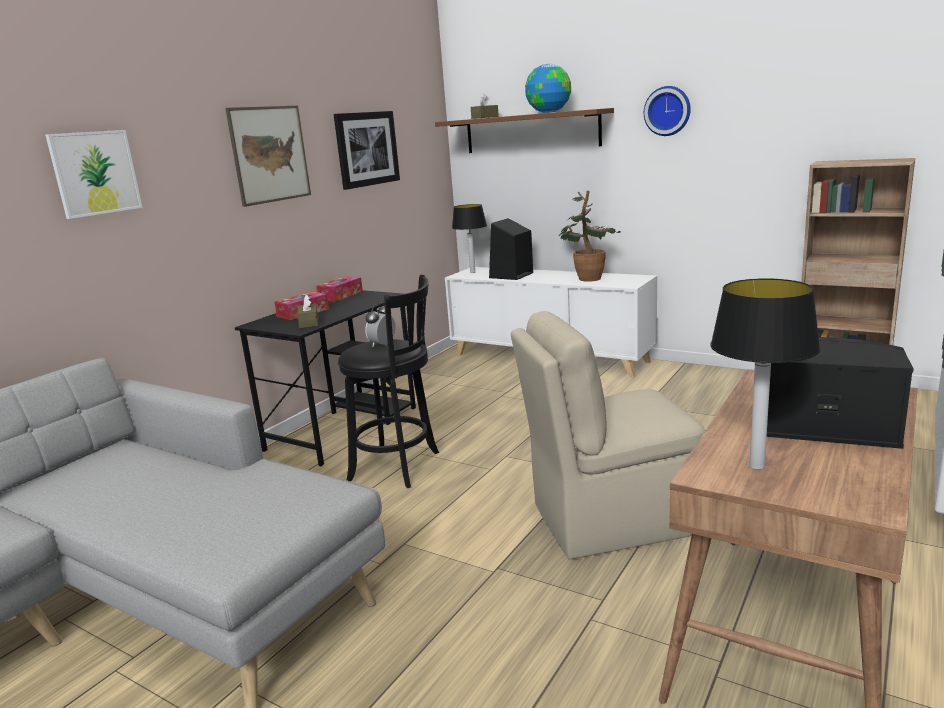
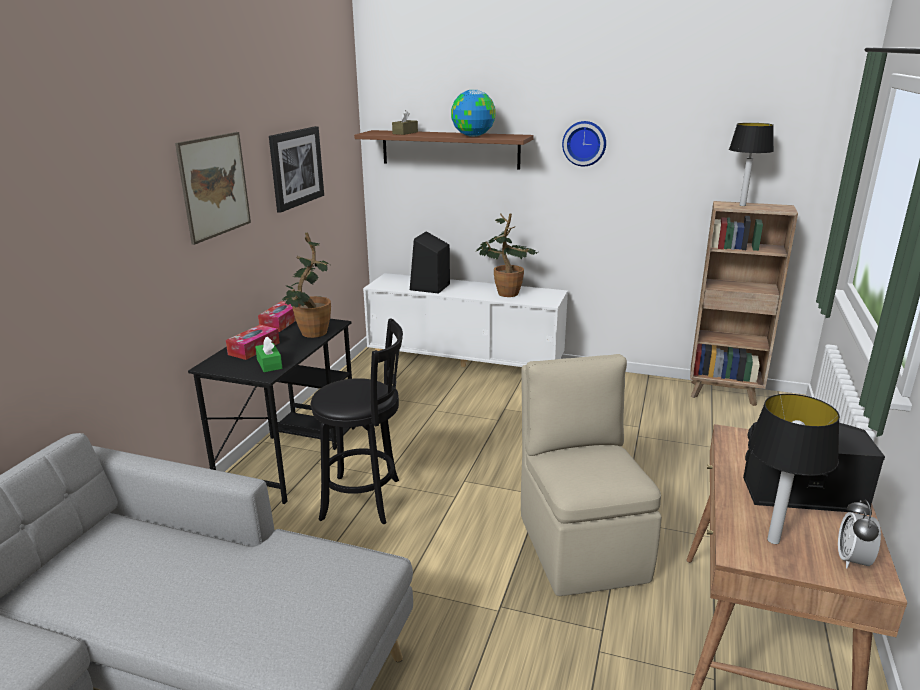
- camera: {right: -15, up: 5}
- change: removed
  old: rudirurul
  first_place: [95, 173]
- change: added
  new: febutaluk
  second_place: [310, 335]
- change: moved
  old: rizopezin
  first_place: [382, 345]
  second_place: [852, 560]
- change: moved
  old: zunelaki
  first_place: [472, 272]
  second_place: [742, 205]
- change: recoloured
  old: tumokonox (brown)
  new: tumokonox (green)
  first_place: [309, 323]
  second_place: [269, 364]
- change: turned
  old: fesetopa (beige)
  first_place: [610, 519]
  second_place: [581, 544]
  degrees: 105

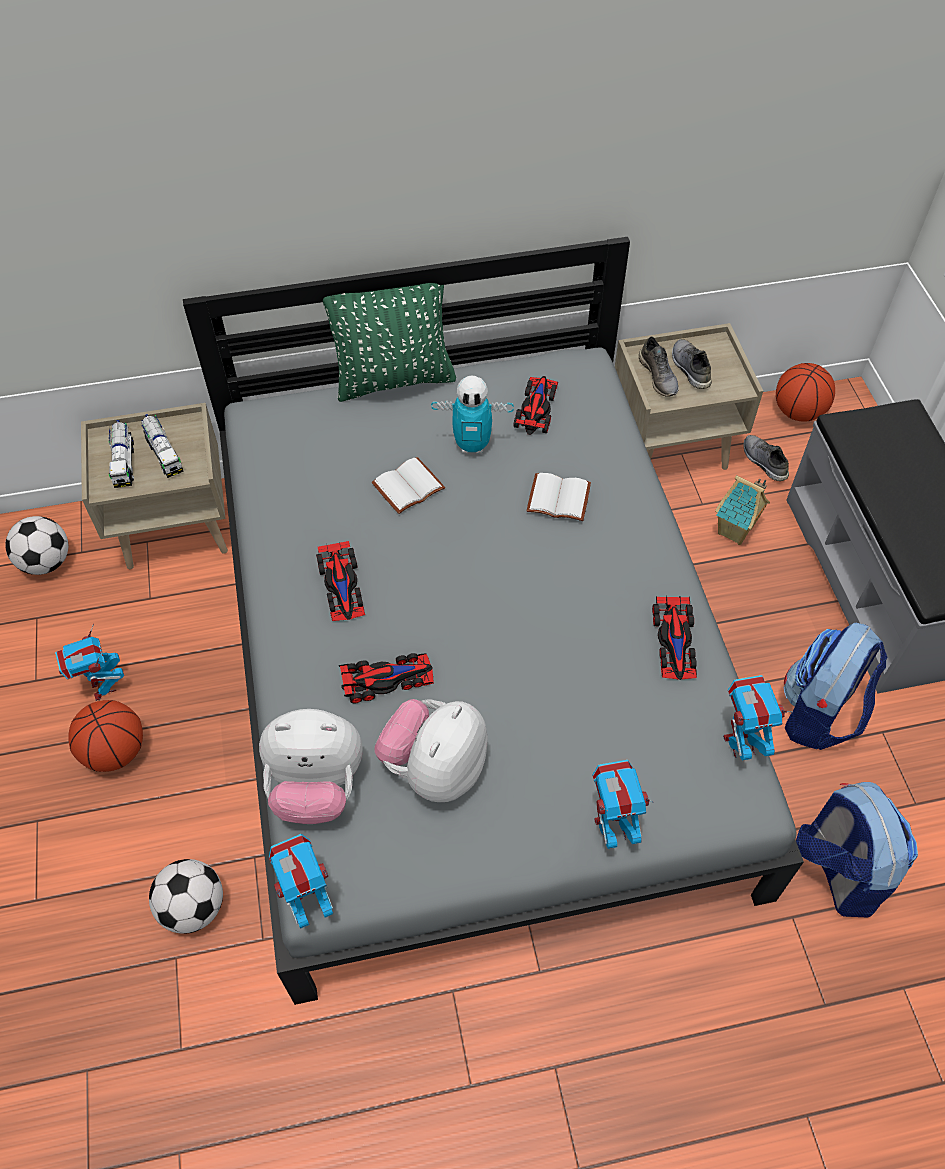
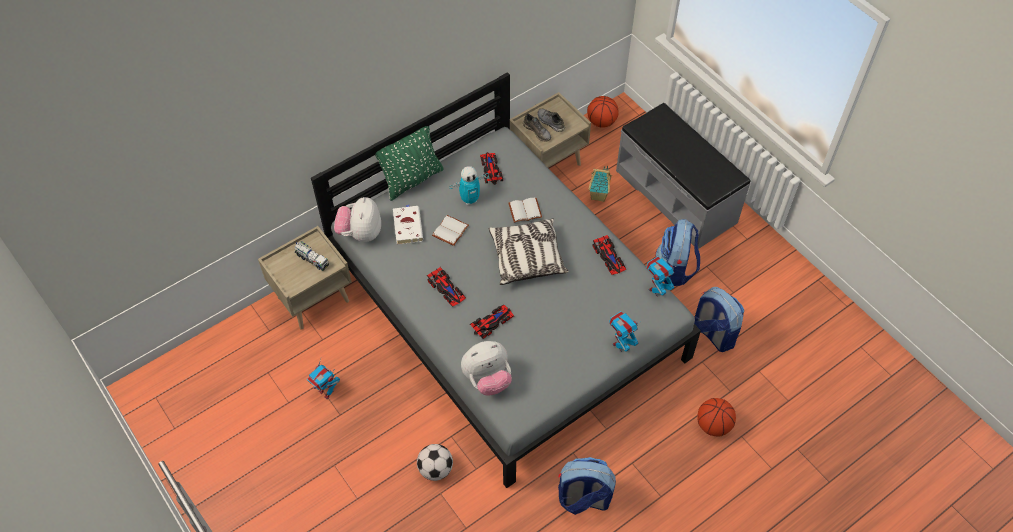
- camera: {right: -25, up: 0}
- change: removed
  old: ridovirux
  first_place: [46, 562]
- change: removed
  old: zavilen
  first_place: [124, 463]
- change: removed
  old: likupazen
  first_place: [309, 901]
- change: removed
  old: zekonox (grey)
  first_place: [763, 462]
- change: added
  new: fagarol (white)
  second_place: [407, 226]
- change: added
  new: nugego
  second_place: [527, 258]
- change: added
  new: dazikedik
  second_place: [583, 498]
- change: moved
  old: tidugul
  first_place: [115, 751]
  second_place: [713, 425]
- change: moved
  old: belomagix
  first_place: [435, 768]
  second_place: [360, 233]

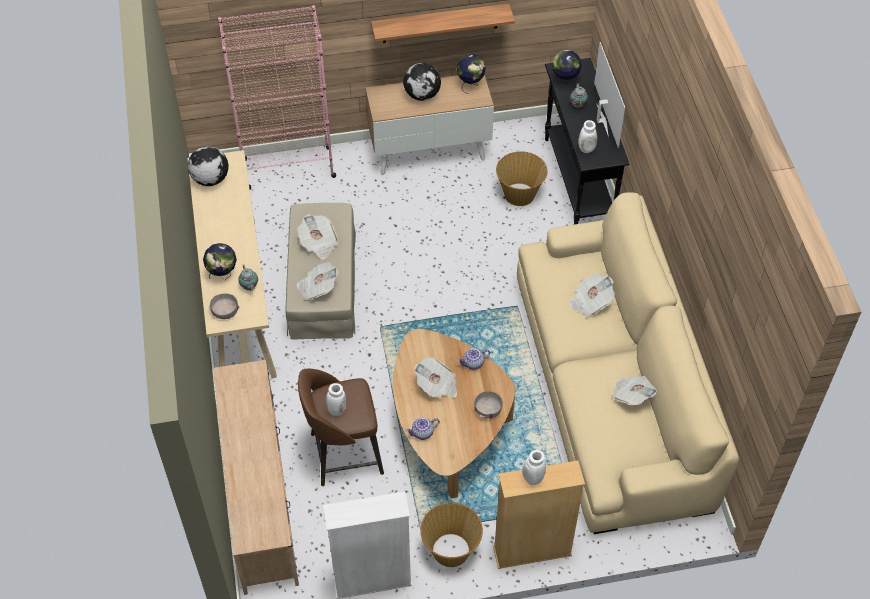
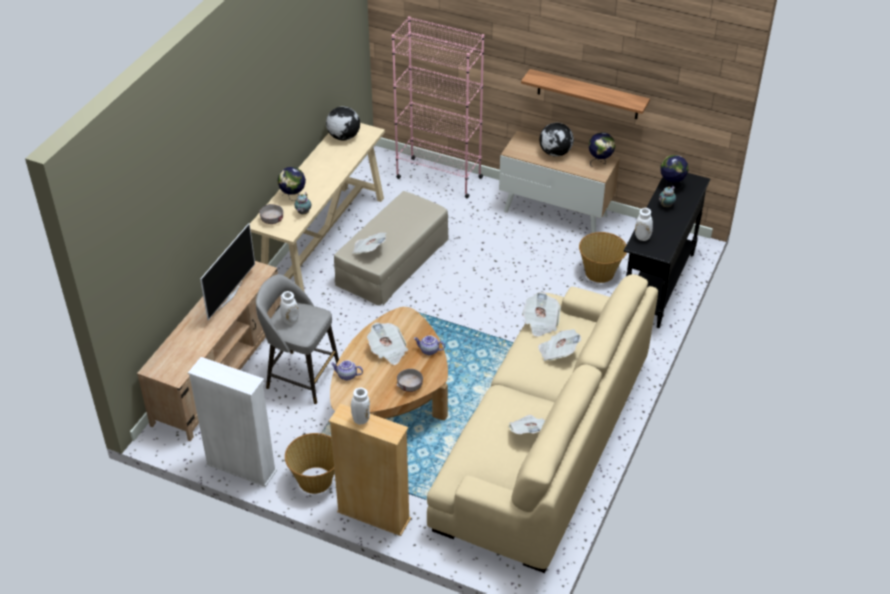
- camera: {right: 35, up: -10}
- change: moved
  old: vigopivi
  first_place: [319, 243]
  second_place: [540, 322]
- change: moved
  old: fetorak
  first_place: [601, 120]
  second_place: [229, 296]
- change: recoloured
  old: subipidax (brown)
  new: subipidax (grey)
  first_place: [344, 454]
  second_place: [301, 376]

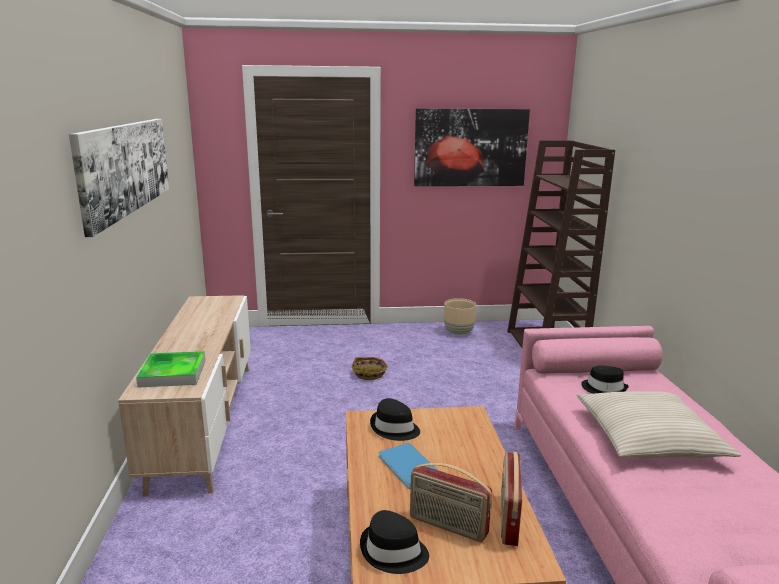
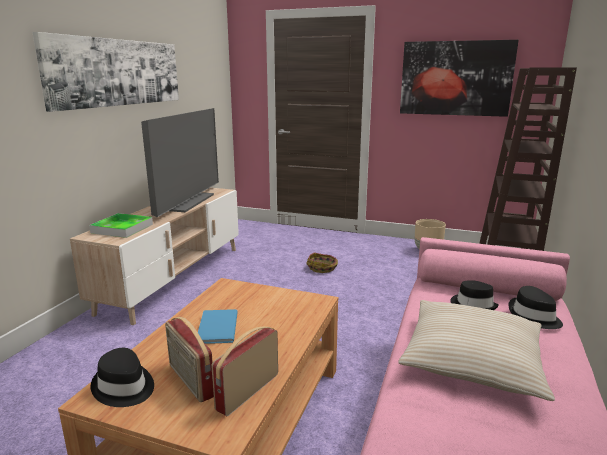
- camera: {right: 25, up: 0}
- change: added
  new: fetorak
  second_place: [185, 201]
- change: moved
  old: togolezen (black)
  first_place: [394, 429]
  second_place: [533, 316]

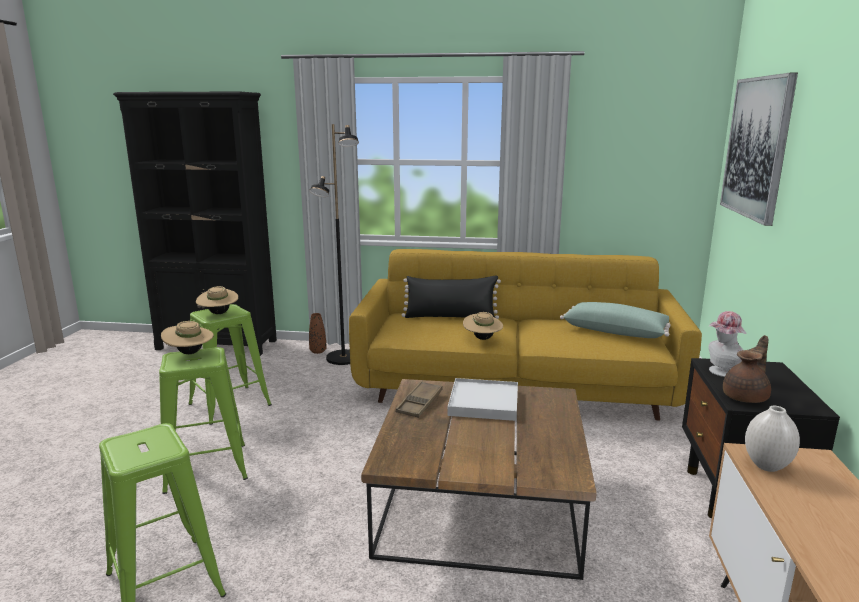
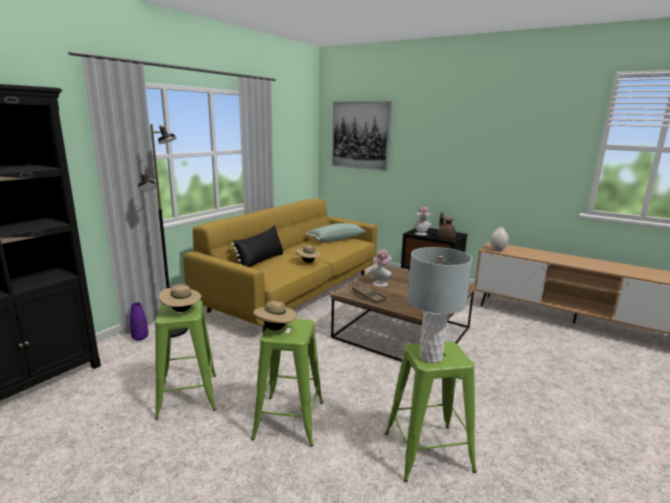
- camera: {right: -65, up: 0}
- change: added
  new: zunelaki (grey)
  second_place: [430, 356]
- change: replaced
  old: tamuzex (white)
  new: togolezen
  first_place: [483, 402]
  second_place: [381, 283]
- change: recoloured
  old: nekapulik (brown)
  new: nekapulik (purple)
  first_place: [318, 351]
  second_place: [140, 337]

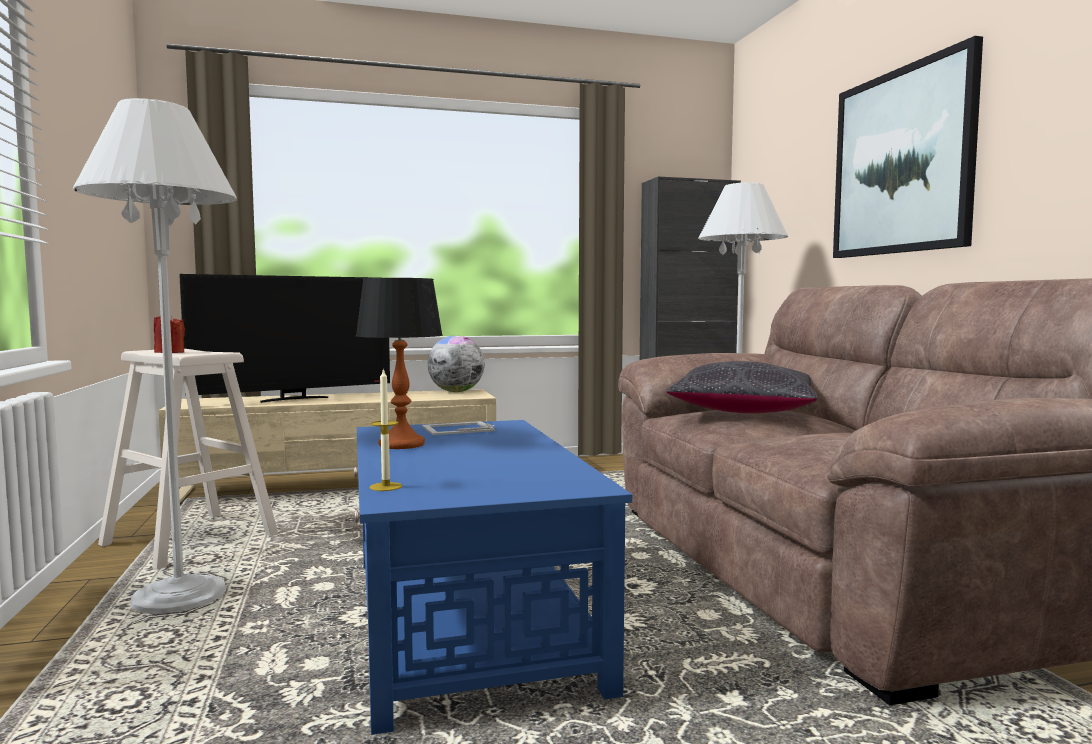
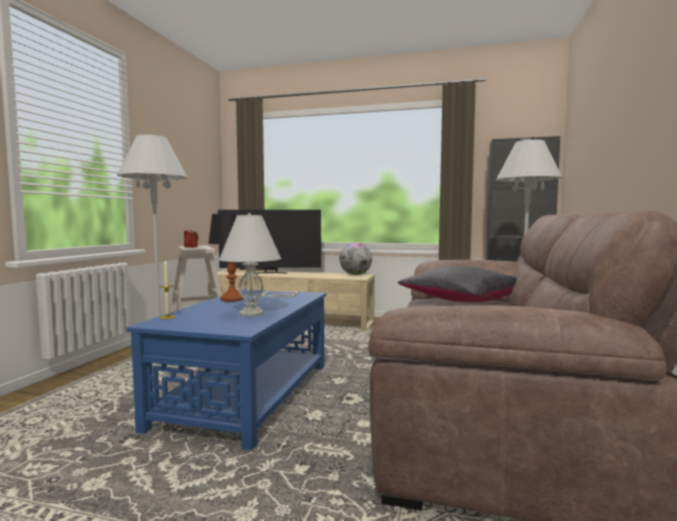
- camera: {right: 30, up: 0}
- change: removed
  old: rudirurul
  first_place: [901, 162]
- change: added
  new: zunelaki (white)
  second_place: [251, 313]

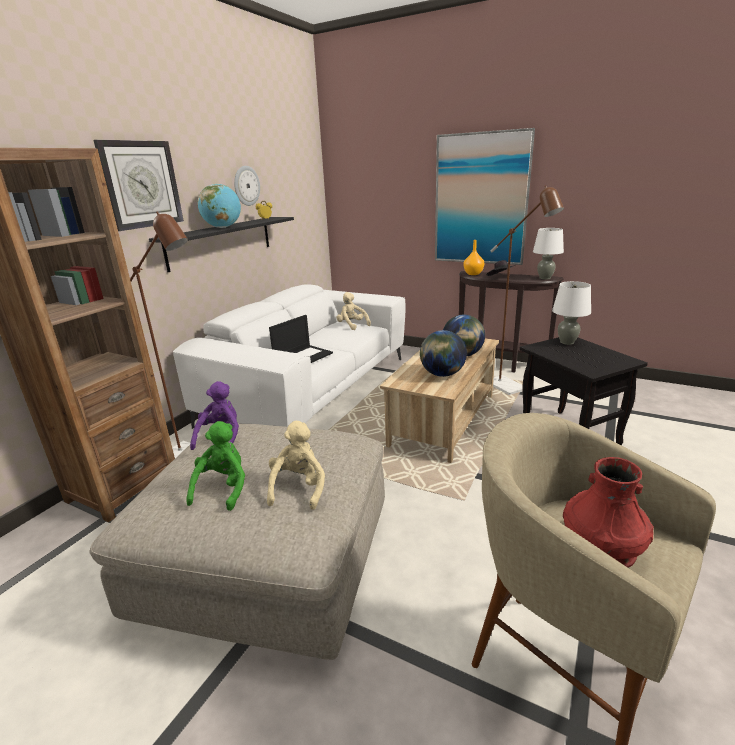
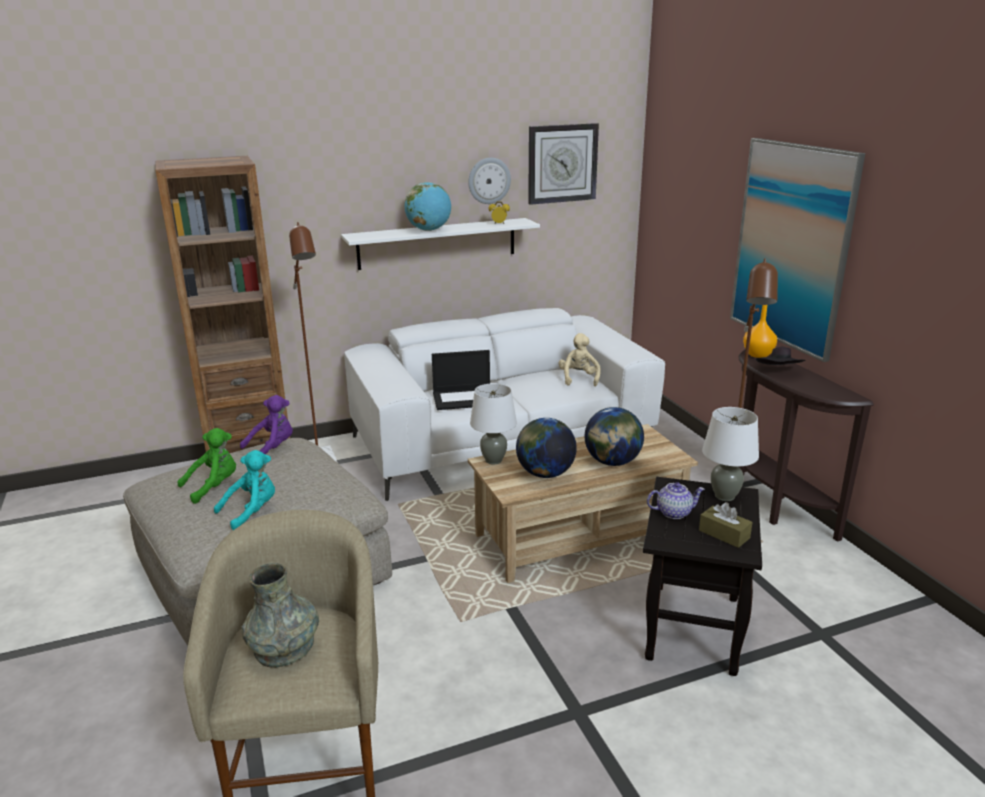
- camera: {right: 40, up: 0}
- change: added
  new: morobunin
  second_place: [674, 512]
- change: added
  new: tumokonox (brown)
  second_place: [724, 534]
- change: moved
  old: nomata
  first_place: [141, 184]
  second_place: [562, 163]
- change: moved
  old: zunelaki (white)
  first_place: [544, 278]
  second_place: [493, 460]
- change: recoloured
  old: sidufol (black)
  new: sidufol (white)
  first_place: [221, 242]
  second_place: [437, 243]
- change: recoloured
  old: belomagix (beige)
  new: belomagix (turquoise)
  first_place: [298, 488]
  second_place: [252, 511]
- change: recoloured
  old: nekapulik (red)
  new: nekapulik (grey)
  first_place: [601, 545]
  second_place: [284, 647]

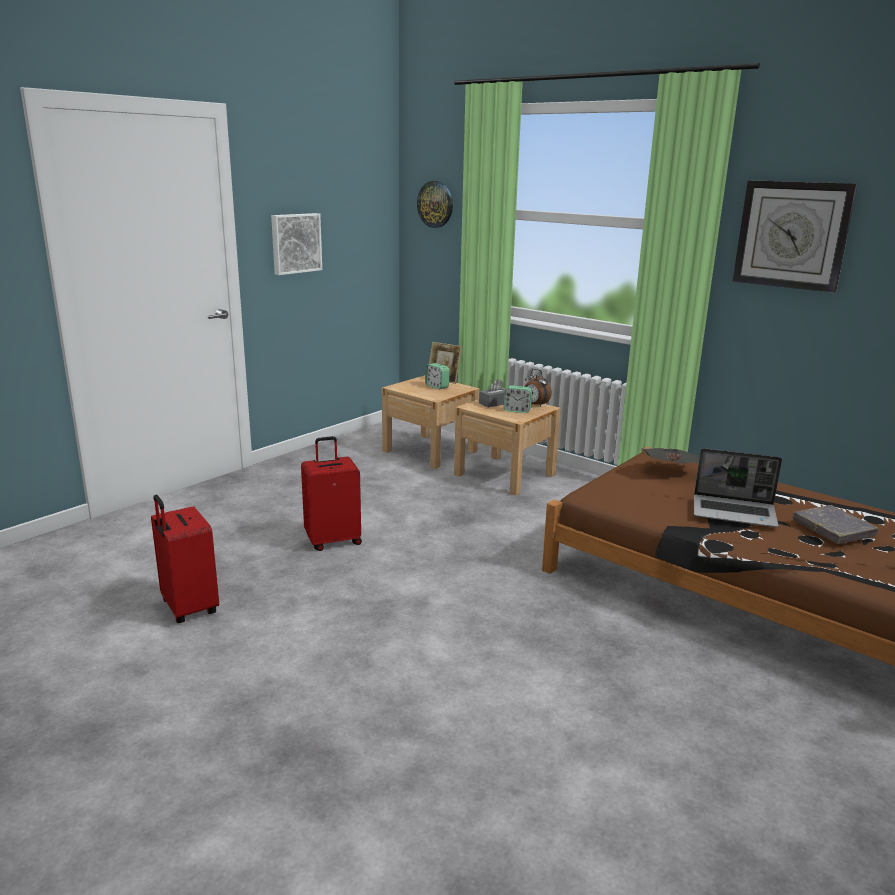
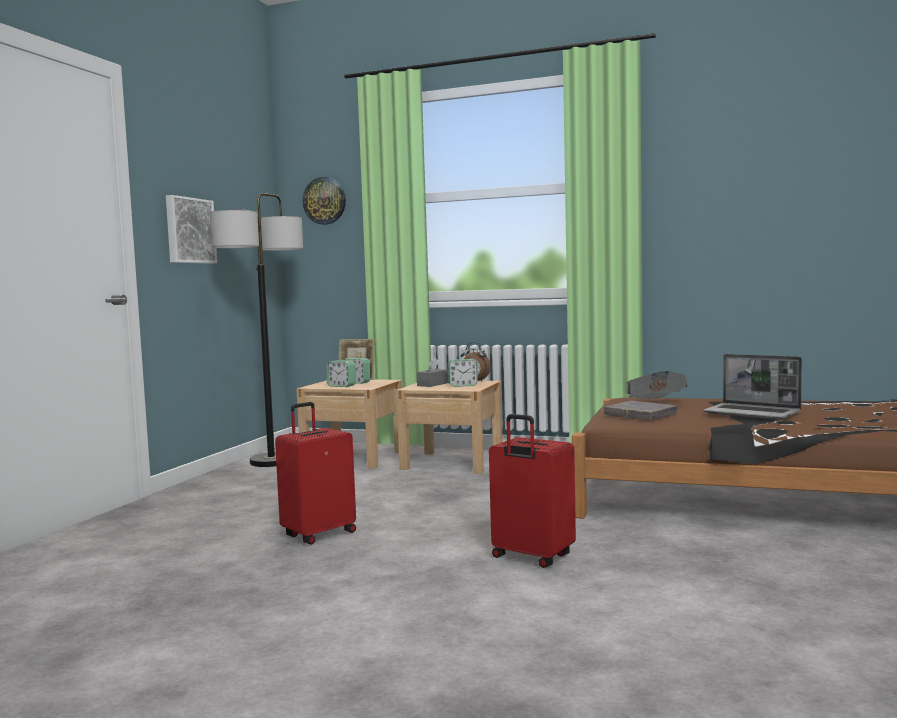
- camera: {right: -20, up: -15}
- change: removed
  old: nomata
  first_place: [792, 235]
- change: added
  new: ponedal
  second_place: [271, 462]
- change: added
  new: rizopezin
  second_place: [341, 386]
- change: moved
  old: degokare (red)
  first_place: [188, 608]
  second_place: [531, 557]
- change: moved
  old: fagarol (grey)
  first_place: [833, 529]
  second_place: [640, 415]
- change: turned
  old: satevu
  first_place: [735, 512]
  second_place: [753, 413]
  degrees: 45

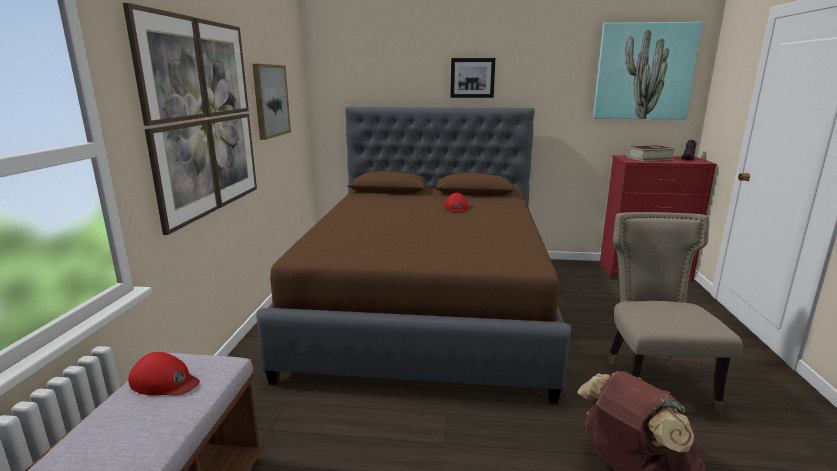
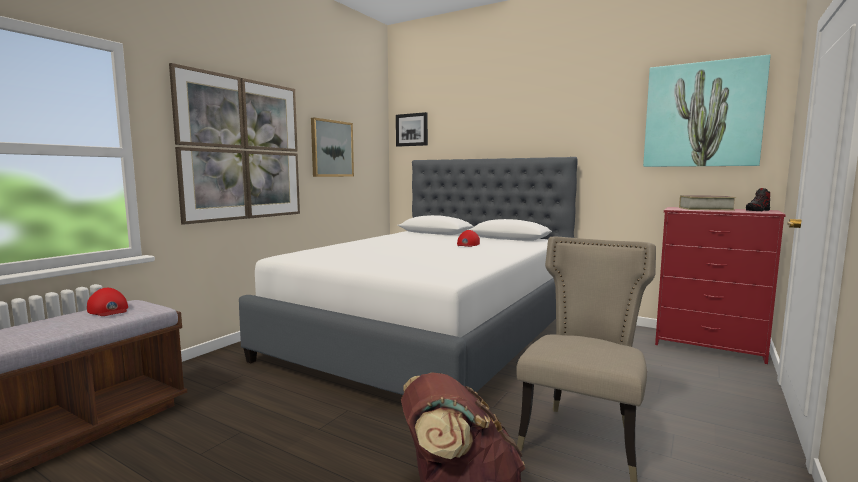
- camera: {right: 25, up: -10}
- change: moved
  old: rudirurul
  first_place: [472, 78]
  second_place: [412, 130]
- change: recoloured
  old: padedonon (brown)
  new: padedonon (white)
  first_place: [427, 306]
  second_place: [429, 336]

